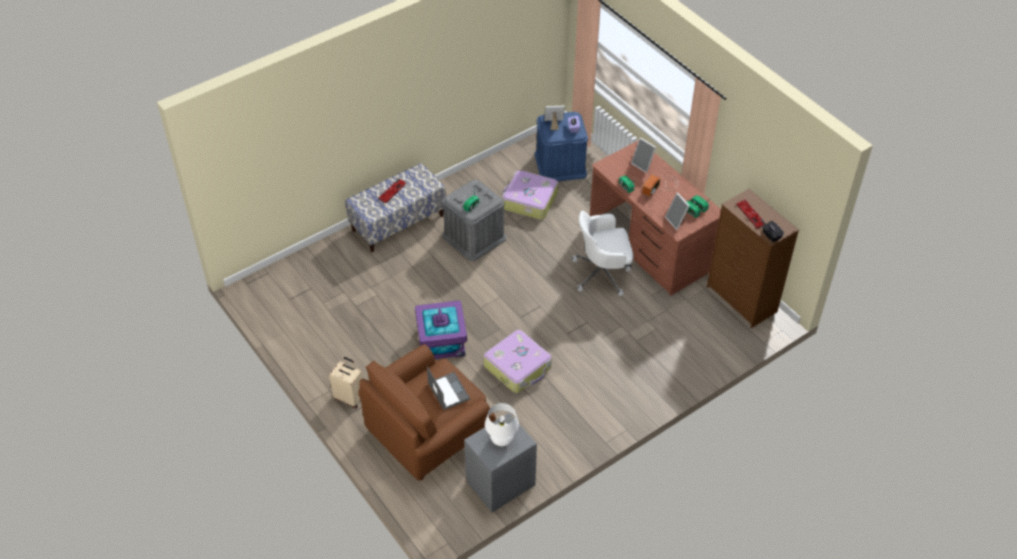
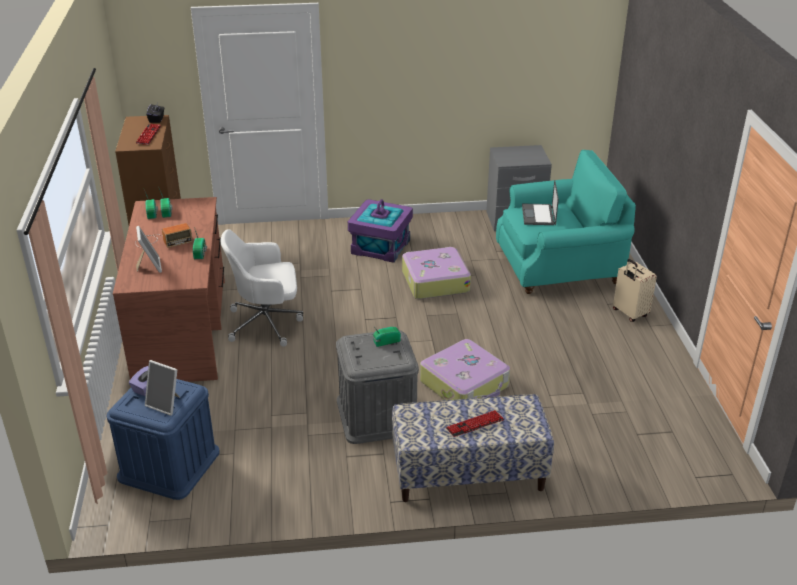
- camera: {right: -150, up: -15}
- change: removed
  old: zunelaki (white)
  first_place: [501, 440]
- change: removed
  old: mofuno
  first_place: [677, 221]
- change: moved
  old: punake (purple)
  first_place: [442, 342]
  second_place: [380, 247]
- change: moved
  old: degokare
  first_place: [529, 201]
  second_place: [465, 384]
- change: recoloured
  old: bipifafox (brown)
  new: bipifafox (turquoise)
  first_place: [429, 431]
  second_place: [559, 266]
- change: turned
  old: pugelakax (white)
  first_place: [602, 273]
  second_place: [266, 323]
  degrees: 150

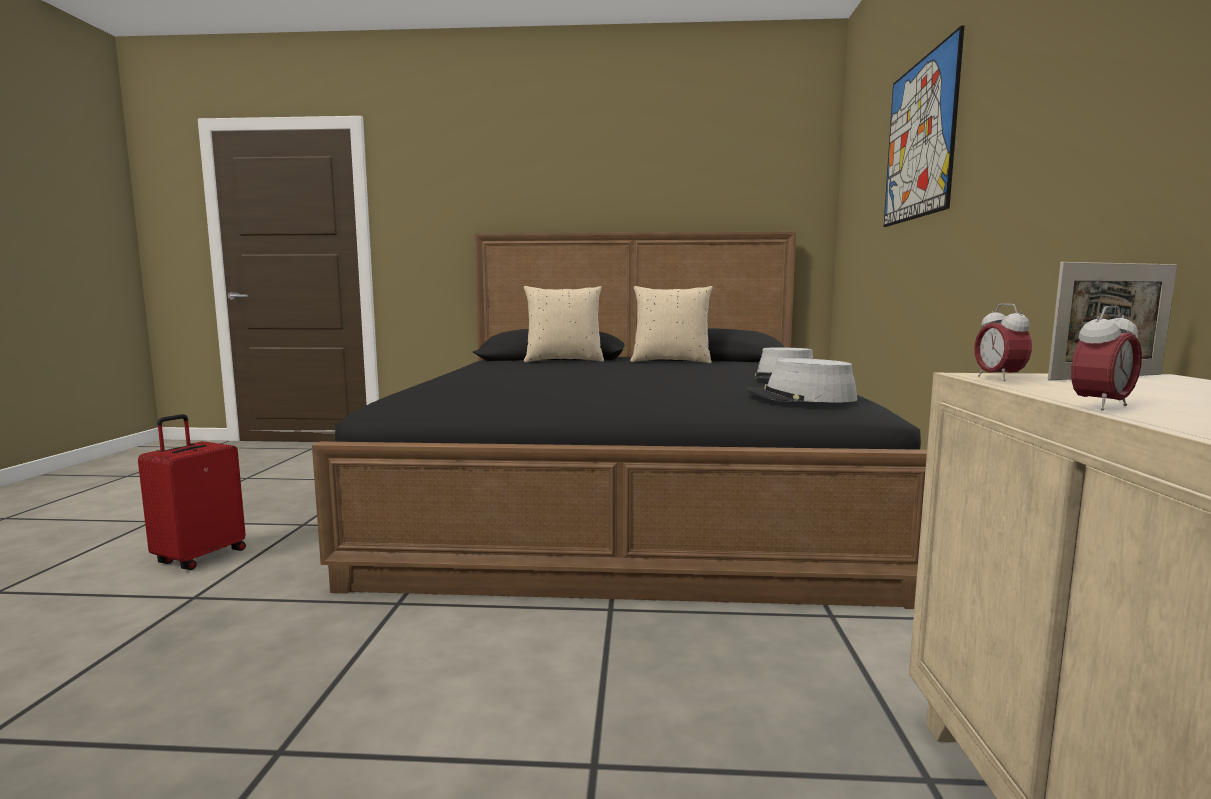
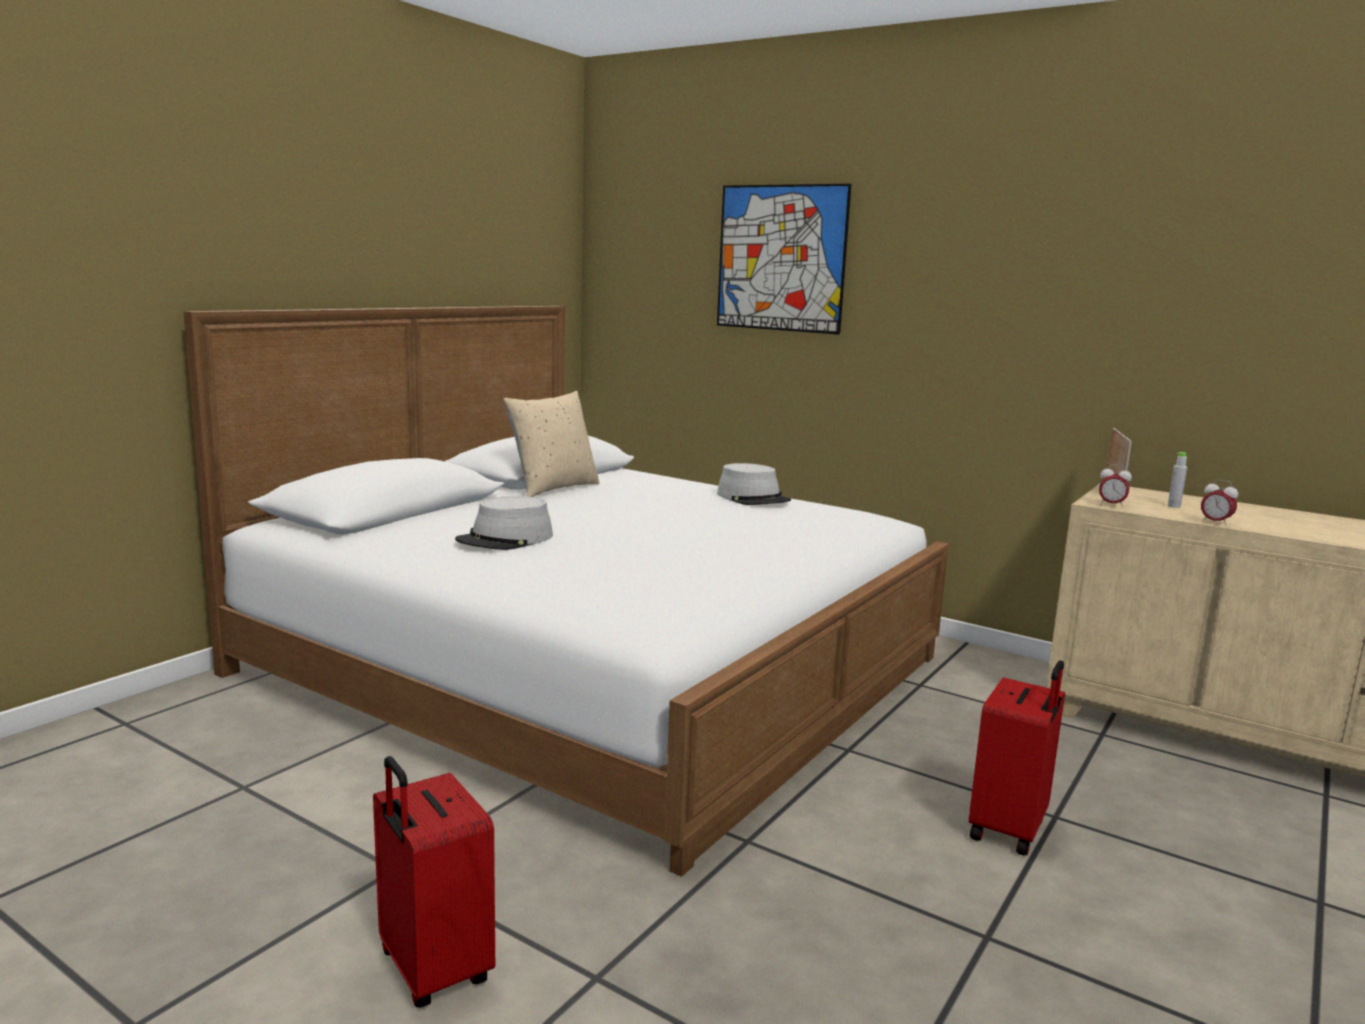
- camera: {right: -60, up: 5}
- change: removed
  old: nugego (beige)
  first_place: [563, 360]
- change: added
  new: degokare (red)
  second_place: [1010, 829]
- change: added
  new: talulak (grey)
  second_place: [1174, 506]
- change: moved
  old: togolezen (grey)
  first_place: [800, 397]
  second_place: [505, 539]
- change: recoloured
  old: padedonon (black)
  new: padedonon (white)
  first_place: [627, 498]
  second_place: [594, 664]
- change: turned
  old: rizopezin
  first_place: [1101, 406]
  second_place: [1215, 523]
  degrees: 135

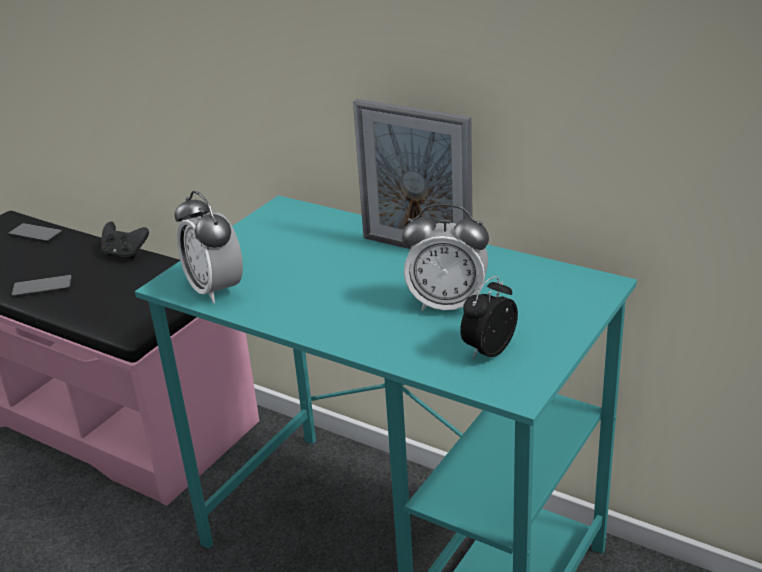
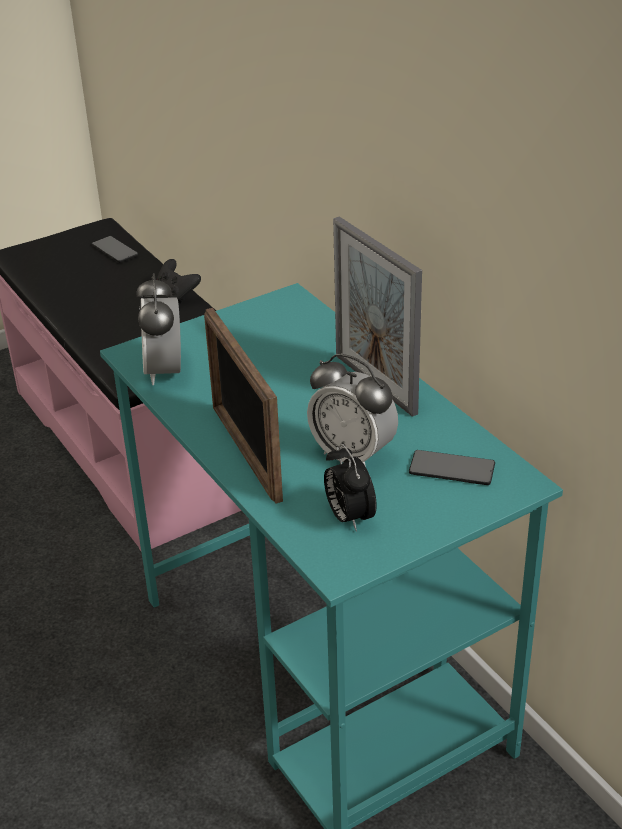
- camera: {right: 25, up: 5}
- change: added
  new: mofuno
  second_place: [246, 452]
- change: moved
  old: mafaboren
  first_place: [42, 287]
  second_place: [451, 469]
- change: turned
  old: rizopezin
  first_place: [488, 350]
  second_place: [349, 517]
  degrees: -90

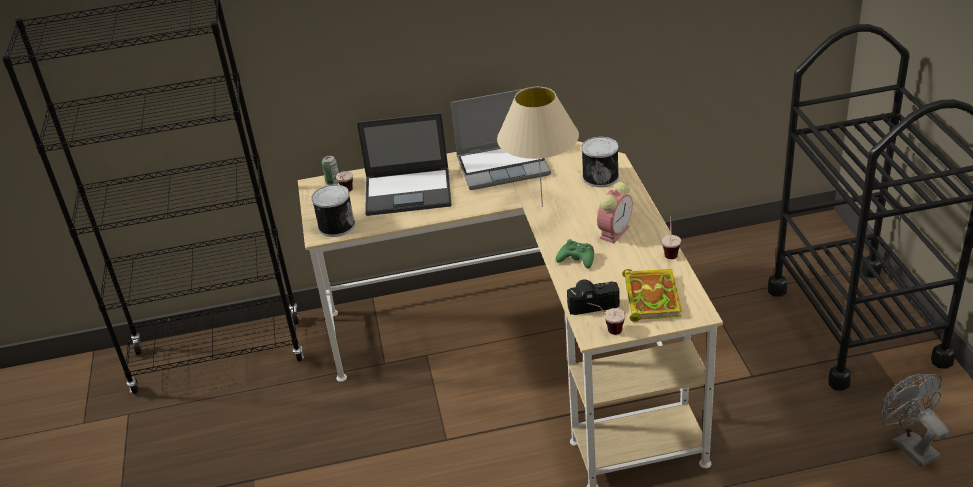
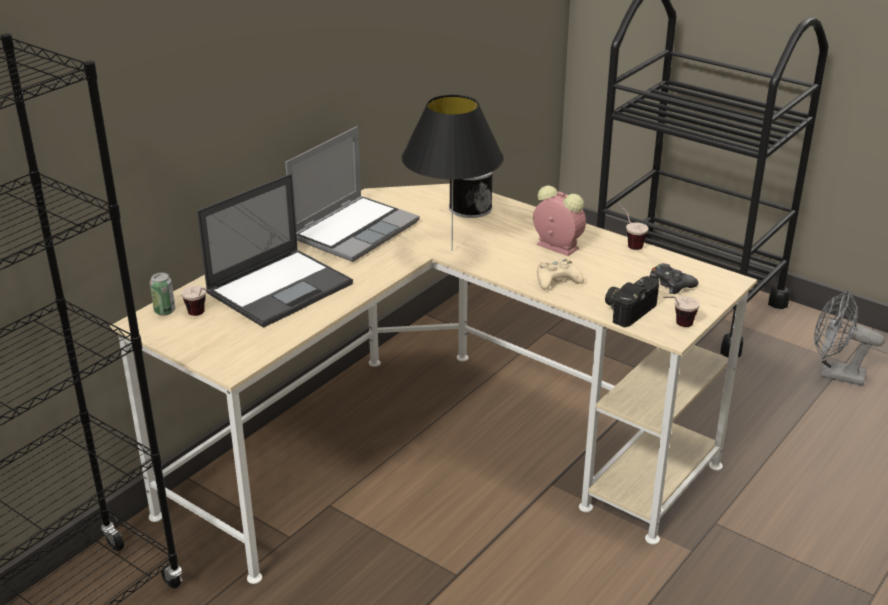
- camera: {right: -45, up: -5}
- change: removed
  old: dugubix
  first_place: [335, 225]
- change: replaced
  old: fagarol
  new: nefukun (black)
  first_place: [650, 296]
  second_place: [670, 284]
- change: recoloured
  old: zunelaki (beige)
  new: zunelaki (black)
  first_place: [542, 206]
  second_place: [452, 250]
- change: recoloured
  old: nefukun (green)
  new: nefukun (beige)
  first_place: [577, 259]
  second_place: [557, 281]
- change: turned
  old: rizopezin
  first_place: [615, 231]
  second_place: [555, 246]
  degrees: -45

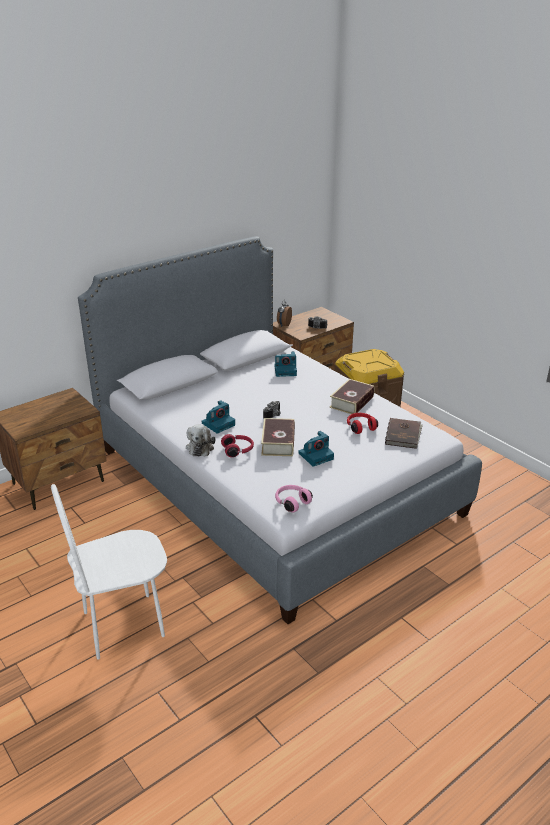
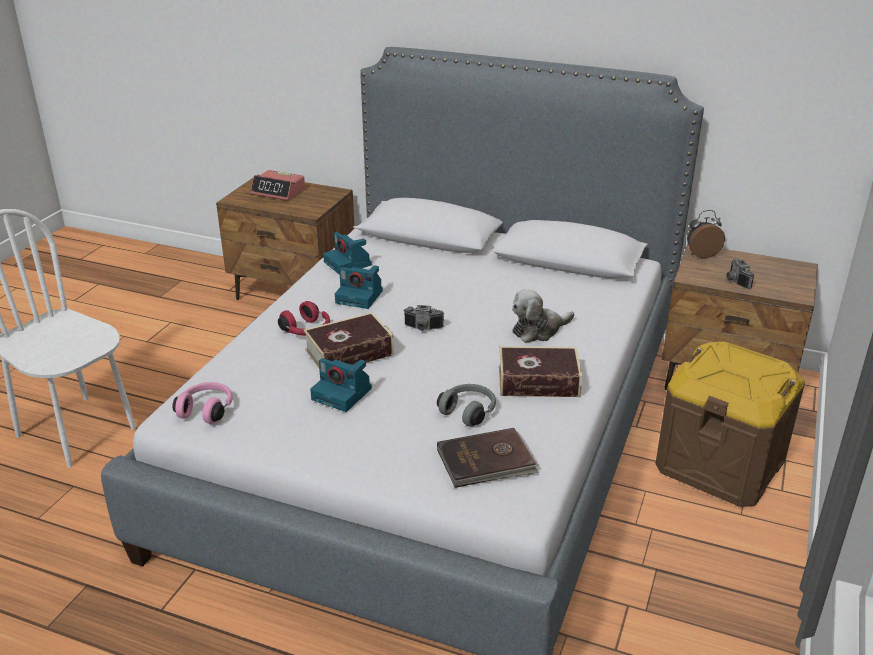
- camera: {right: 60, up: 0}
- change: added
  new: rizopezin
  second_place: [278, 192]
- change: moved
  old: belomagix
  first_place: [200, 447]
  second_place: [538, 330]
- change: moved
  old: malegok
  first_place: [286, 370]
  second_place: [348, 264]
- change: recoloured
  old: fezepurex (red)
  new: fezepurex (grey)
  first_place: [360, 427]
  second_place: [469, 411]

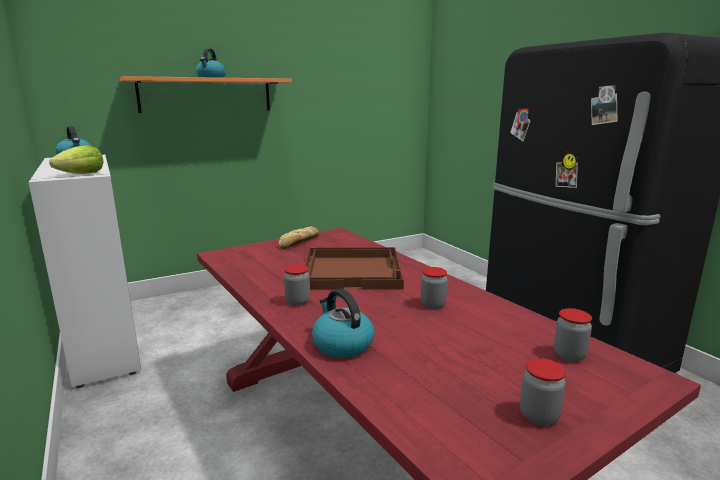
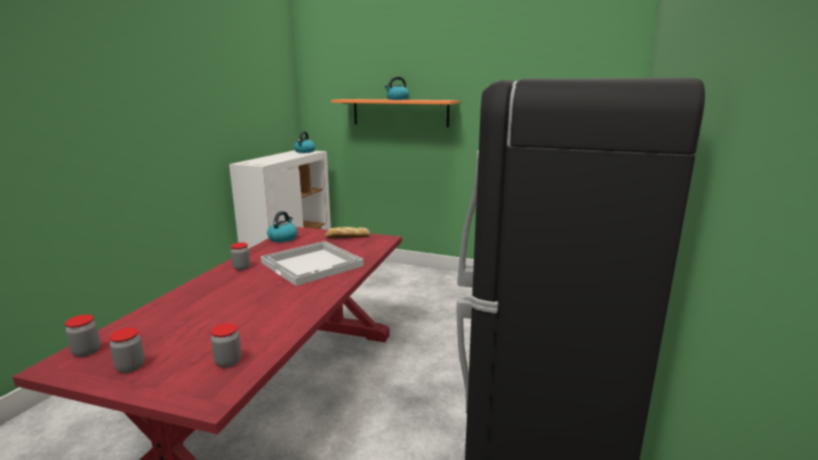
- camera: {right: 50, up: 0}
- change: removed
  old: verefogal
  first_place: [82, 174]
- change: moved
  old: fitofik
  first_place: [342, 344]
  second_place: [283, 238]
- change: moved
  old: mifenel
  first_place: [433, 305]
  second_place: [86, 351]
- change: recoloured
  old: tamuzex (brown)
  new: tamuzex (white)
  first_place: [353, 270]
  second_place: [313, 264]

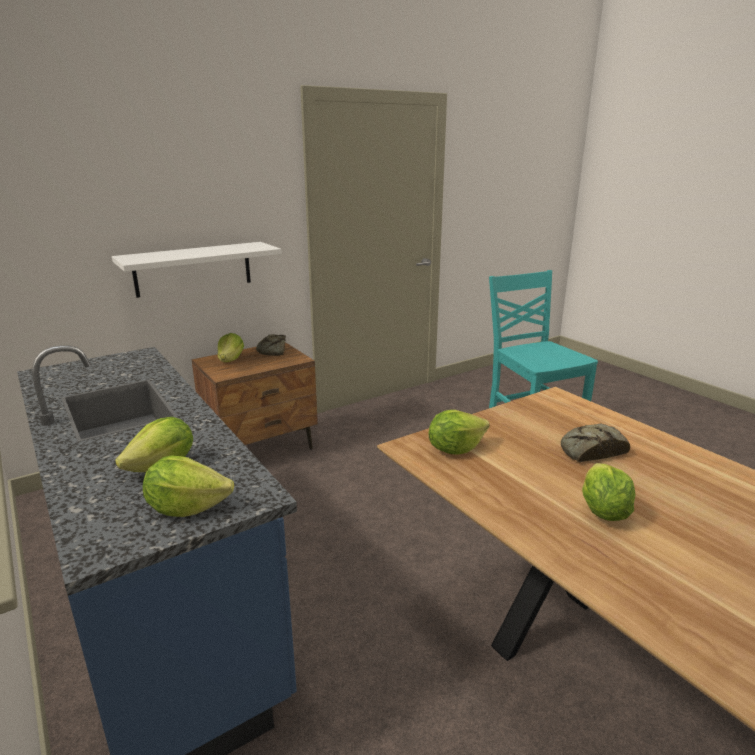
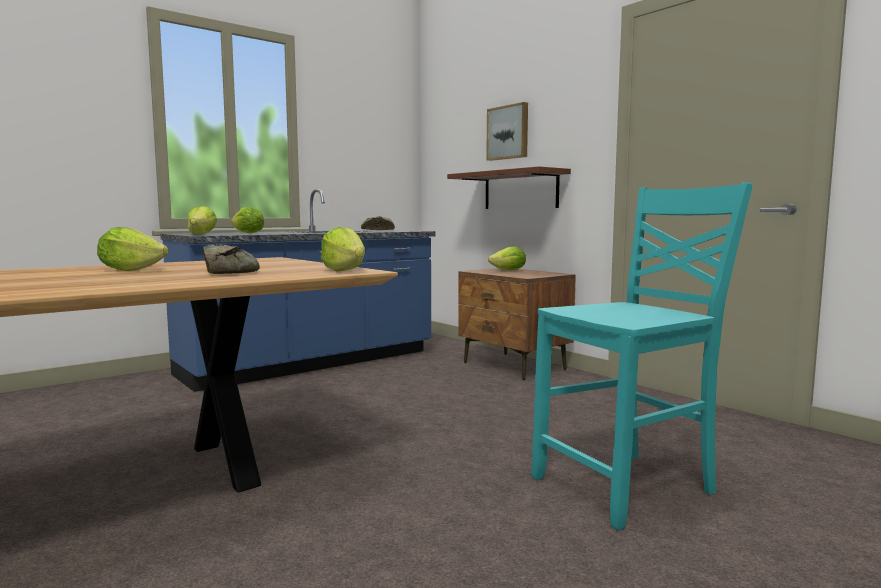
- camera: {right: 85, up: -15}
- change: added
  new: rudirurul
  second_place: [508, 132]
- change: moved
  old: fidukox
  first_place: [273, 351]
  second_place: [377, 230]
- change: moved
  old: verefogal
  first_place: [455, 449]
  second_place: [344, 271]
- change: recoloured
  old: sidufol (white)
  new: sidufol (brown)
  first_place: [193, 269]
  second_place: [520, 190]

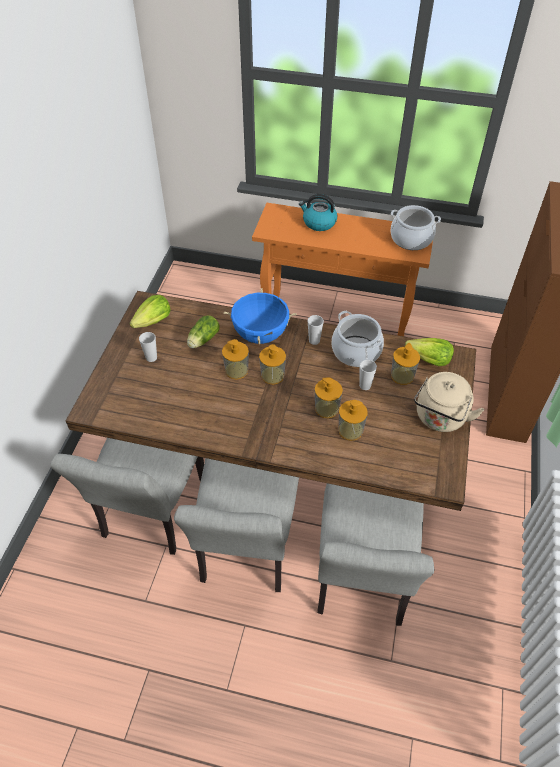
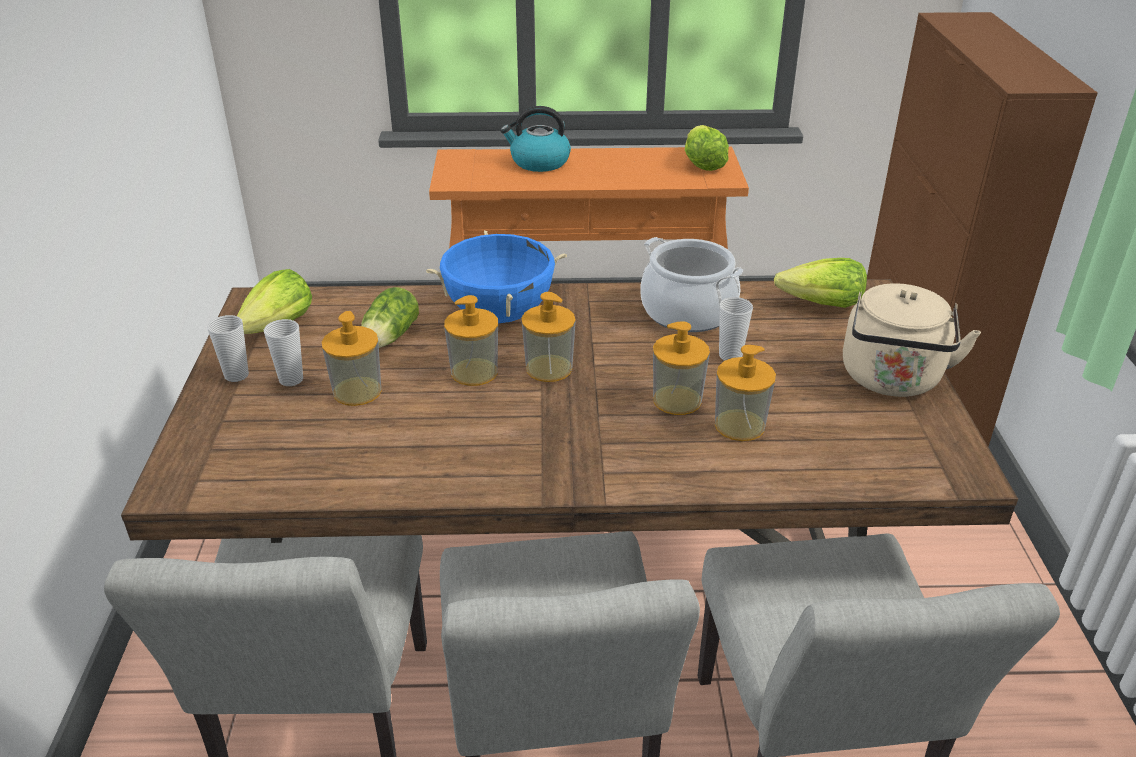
- camera: {right: -15, up: -15}
- change: moved
  old: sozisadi
  first_place: [314, 341]
  second_place: [236, 375]
- change: moved
  old: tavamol
  first_place: [402, 376]
  second_place: [357, 391]
- change: replaced
  old: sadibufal
  new: verefogal
  first_place: [411, 239]
  second_place: [702, 163]

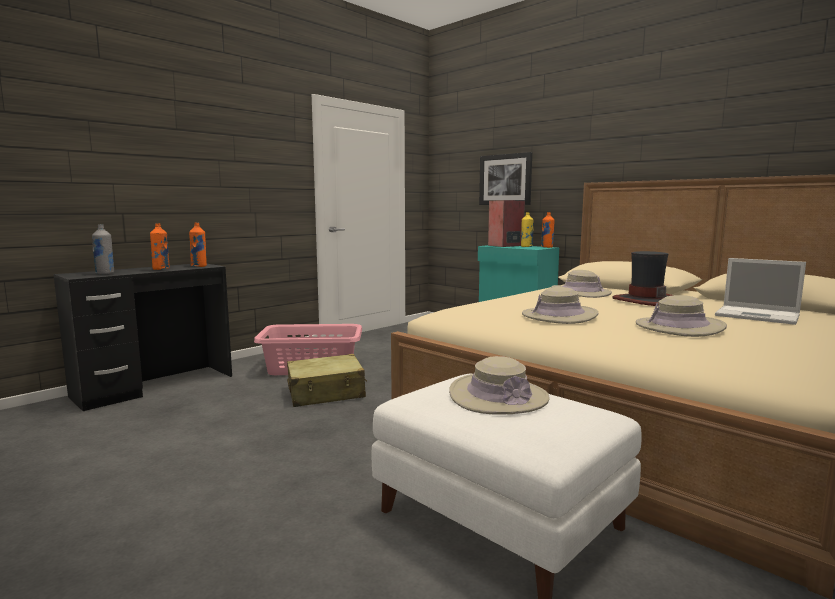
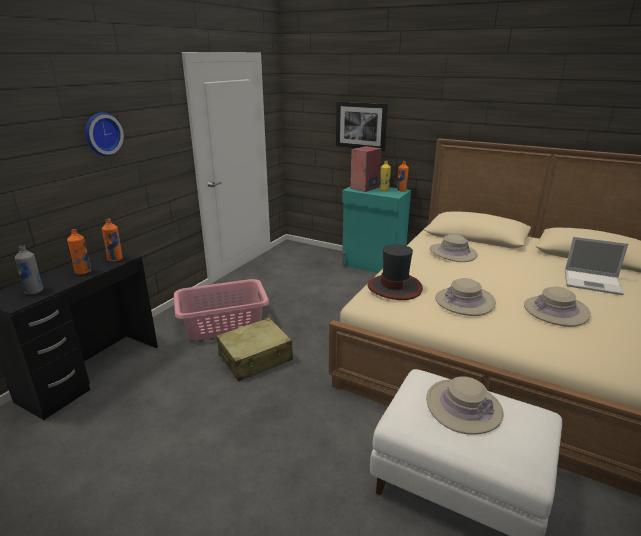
- camera: {right: -15, up: 15}
- change: added
  new: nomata
  second_place: [102, 134]
- change: moved
  old: togolezen
  first_place: [645, 301]
  second_place: [394, 287]

